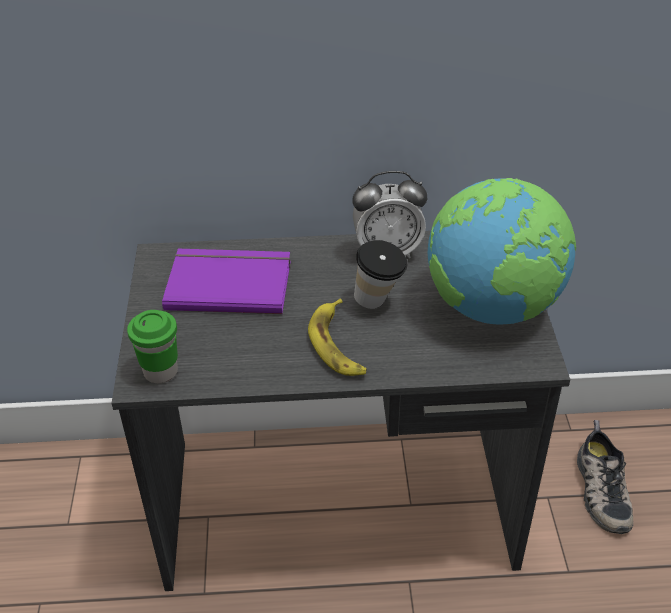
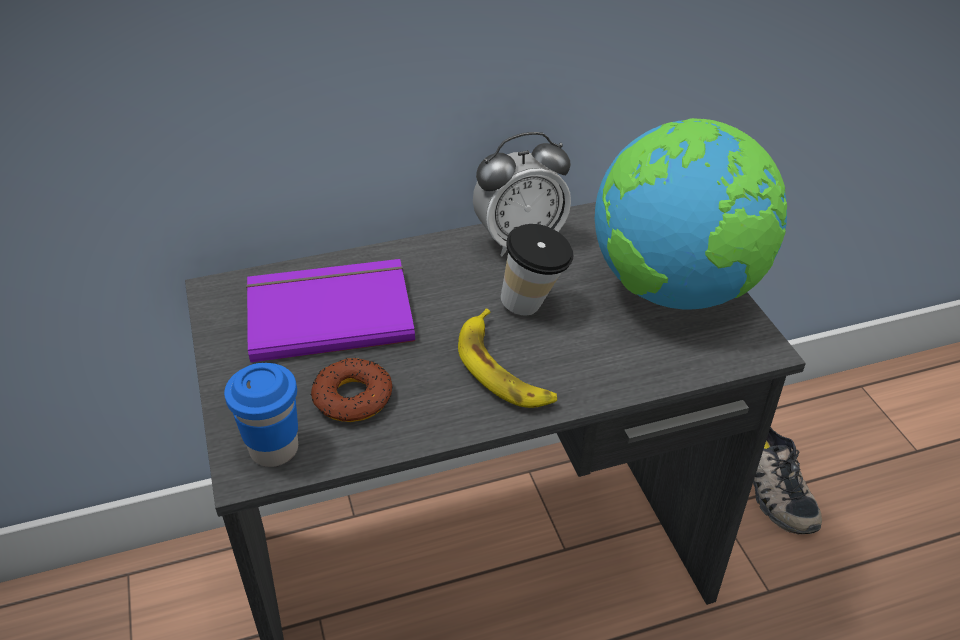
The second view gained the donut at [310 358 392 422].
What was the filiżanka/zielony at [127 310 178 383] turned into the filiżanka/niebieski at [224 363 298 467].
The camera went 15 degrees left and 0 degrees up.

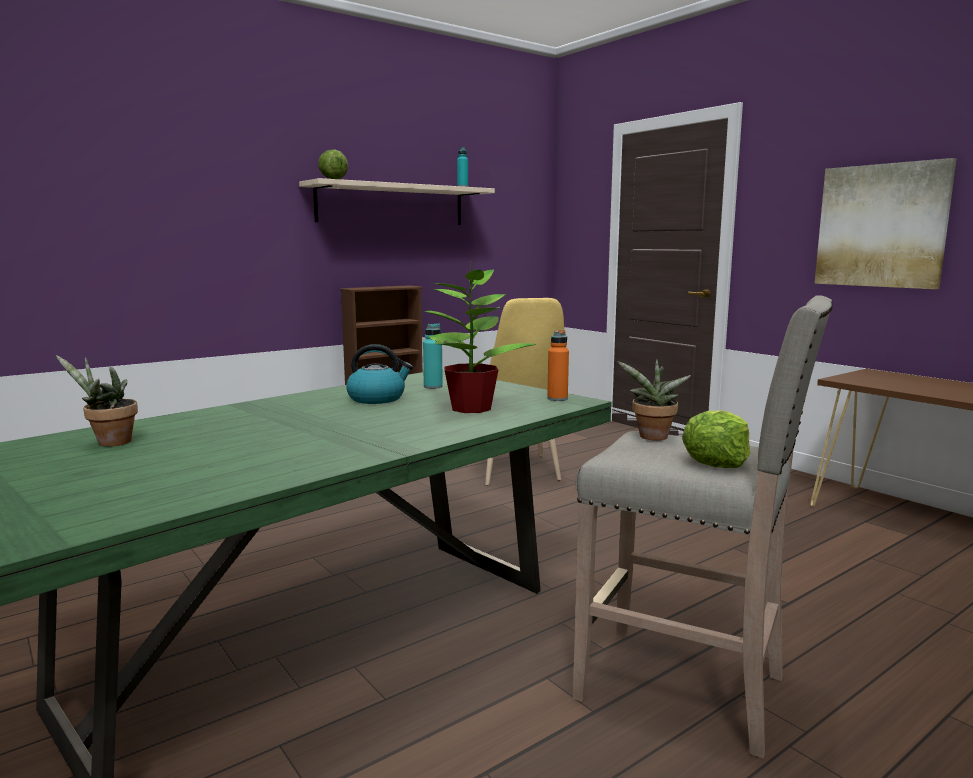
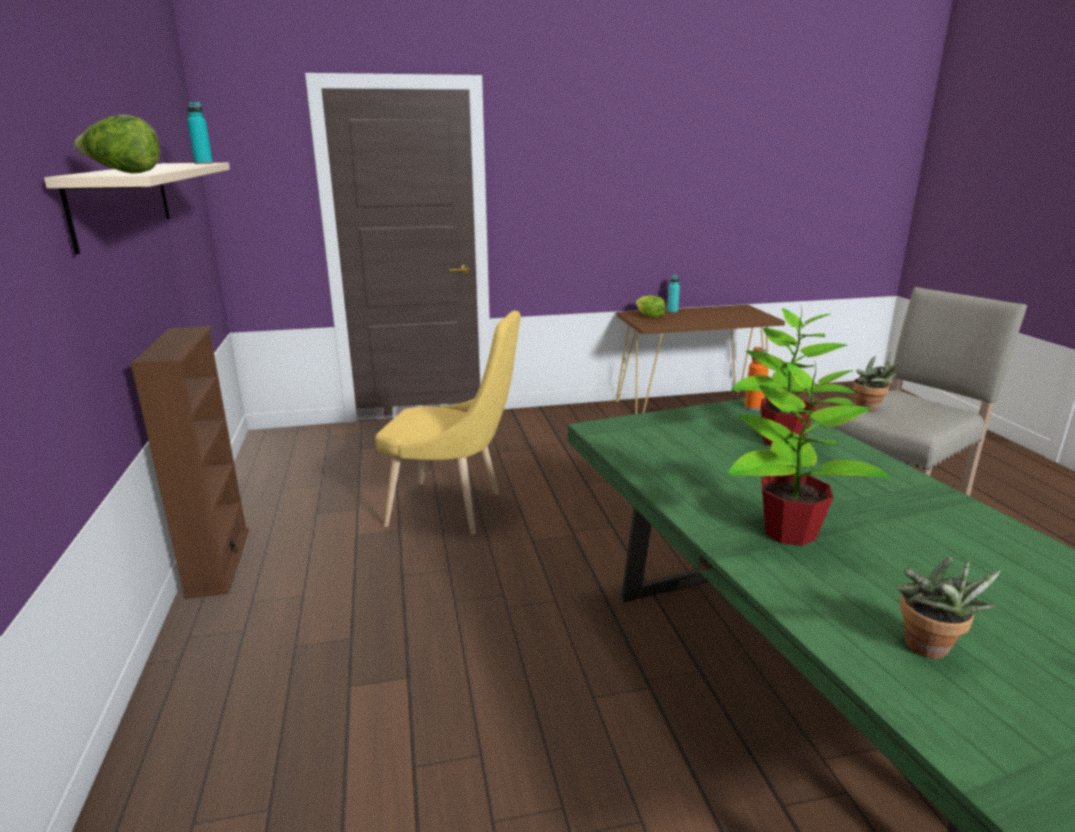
The second view lost the czajnik at [346 344 413 404].
The second view lost the obraz at [815 158 956 289].
The second view gained the roślina doniczkowa at [728 361 891 546].
The butelka/turkusowy ended up elsewhere, having gone from [423 323 443 389] to [667 275 680 313].
The sałata ended up elsewhere, having gone from [682 411 751 468] to [636 295 665 318].
The camera went 65 degrees left and 10 degrees up.

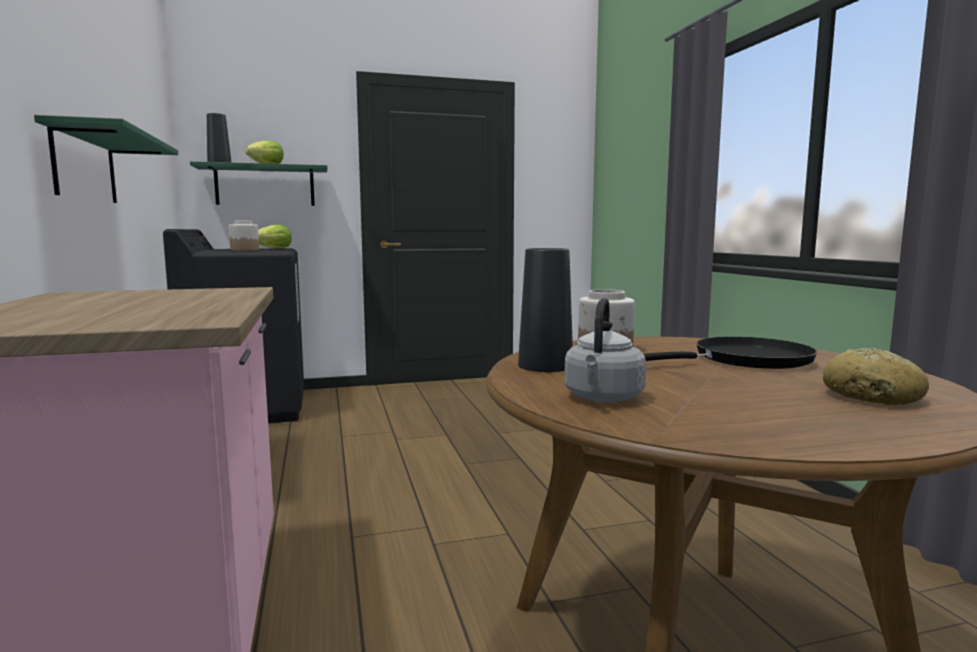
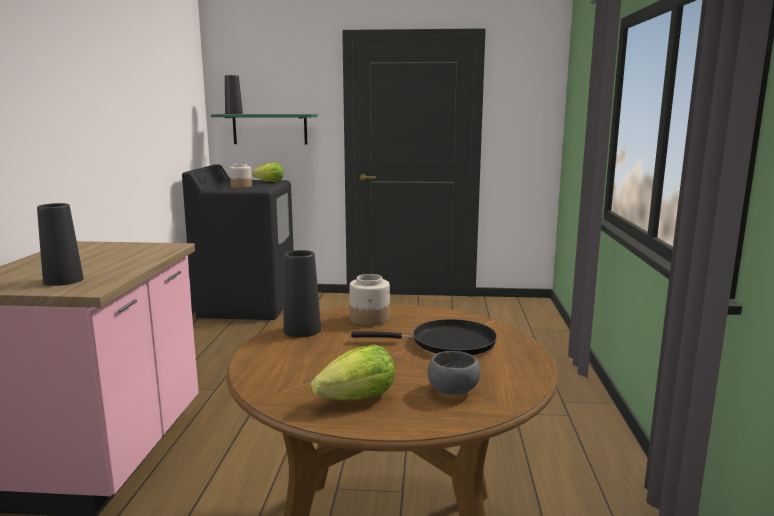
The second view lost the półka/zielony at [34 115 178 203].
The second view lost the czajnik/szary at [564 298 646 402].
The second view gained the wazon/czarny at [37 203 84 286].
The sałata ended up elsewhere, having gone from [245 140 284 164] to [311 345 395 400].
Where the chleb stood at [823 348 929 405], the miska/szary came to stand at [428 351 481 395].
The camera went 20 degrees right and 5 degrees up.

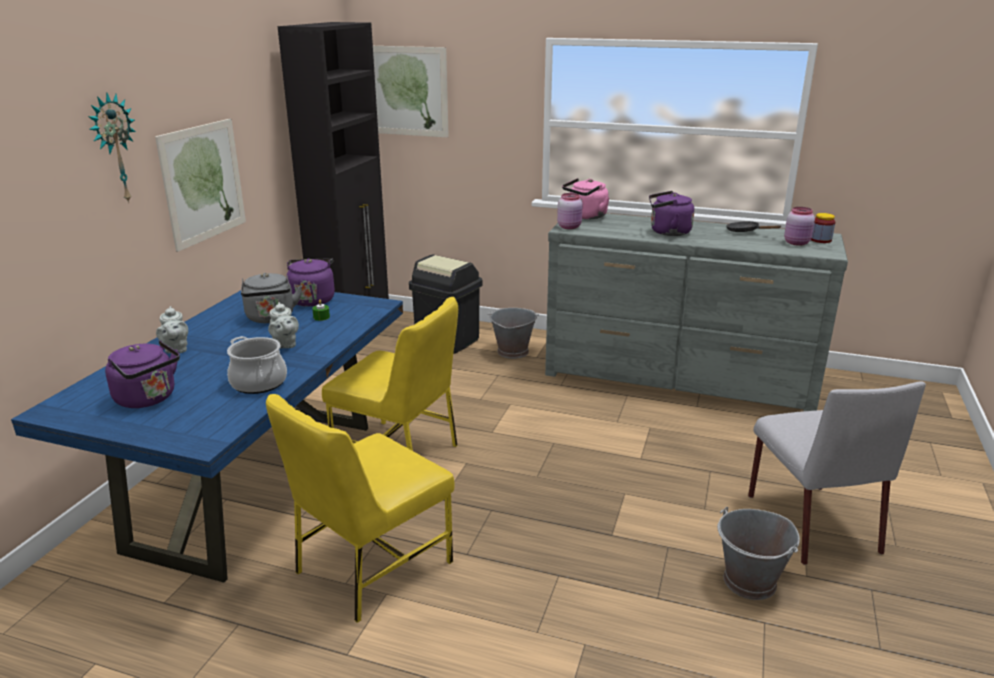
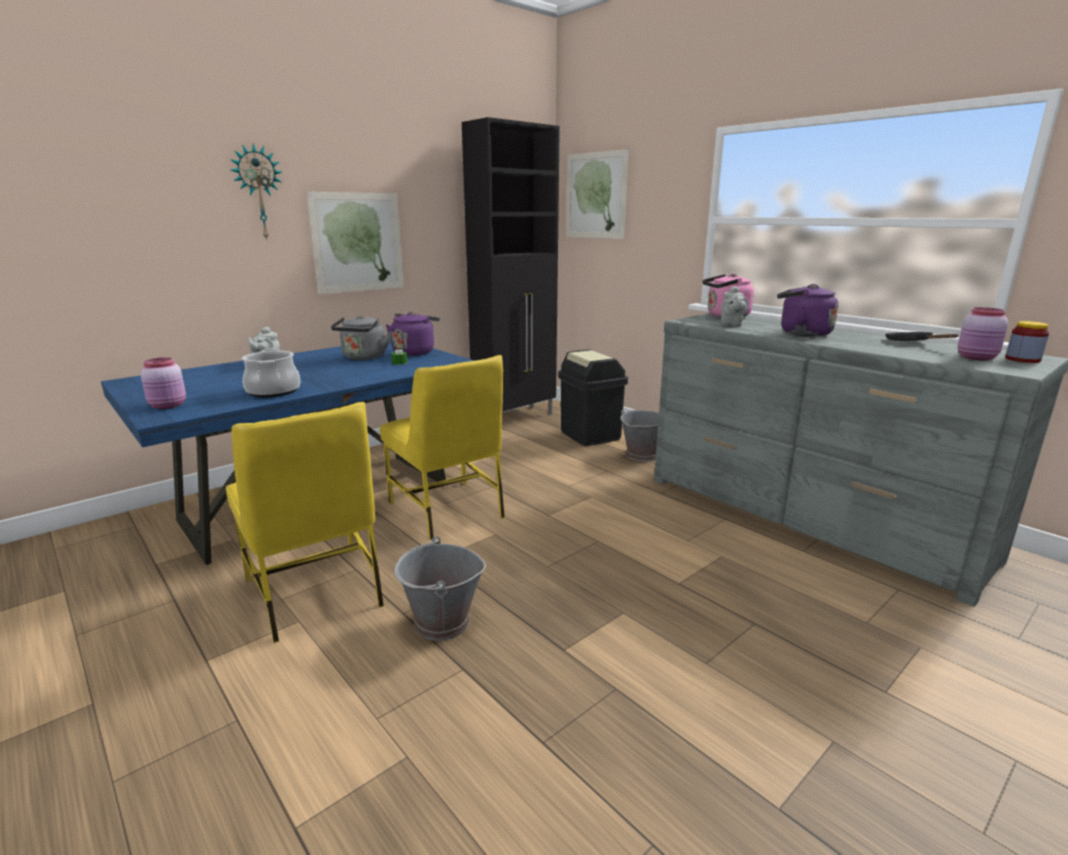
The second view lost the czajnik/fioletowy at [105 341 180 408].
The second view lost the krzesło/szary at [748 381 926 565].
The imbryk/szary ended up elsewhere, having gone from [268 302 299 348] to [721 286 749 326].
The słoik/różowy ended up elsewhere, having gone from [557 193 583 229] to [141 357 186 409].
The wiadro/szary ended up elsewhere, having gone from [717 507 800 600] to [394 536 486 641].
The krzesło/żółty at [266 394 455 623] ended up facing another way, 105 degrees counterclockwise from before.
The camera went 30 degrees right and 5 degrees down.

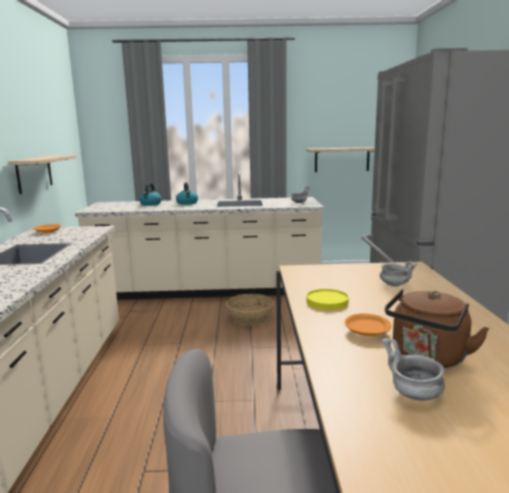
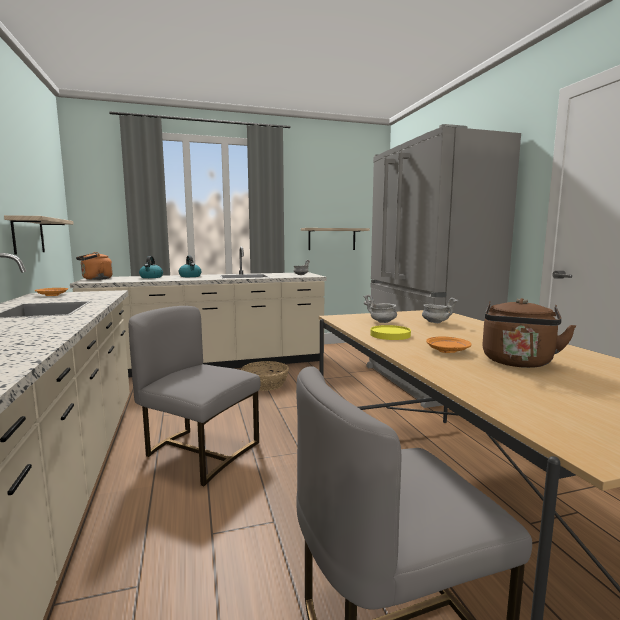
The second view gained the czajnik/pomarańczowy at [76 252 113 280].
The second view gained the krzesło/szary at [129 306 260 486].
The miska/szary ended up elsewhere, having gone from [382 338 445 401] to [363 294 397 323].
The camera went 15 degrees left and 5 degrees down.

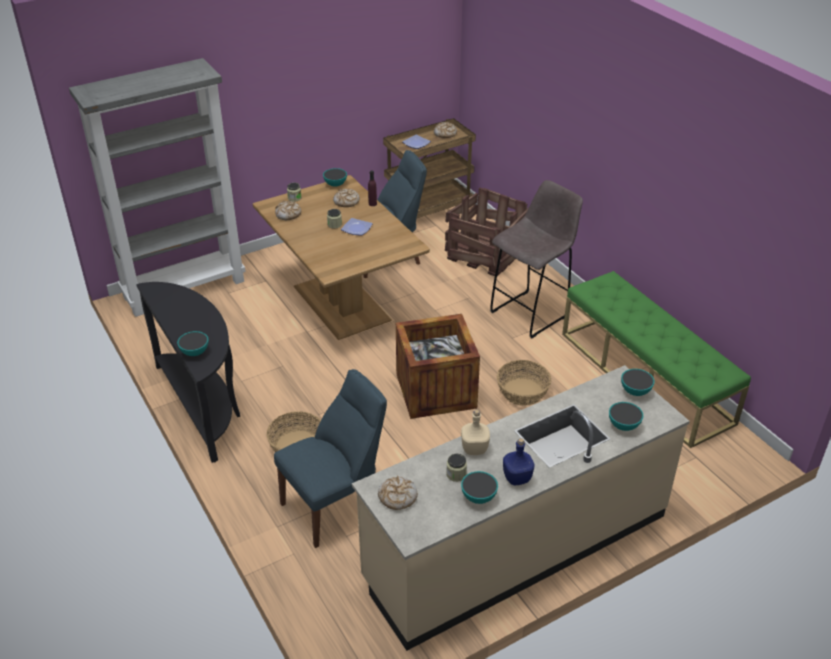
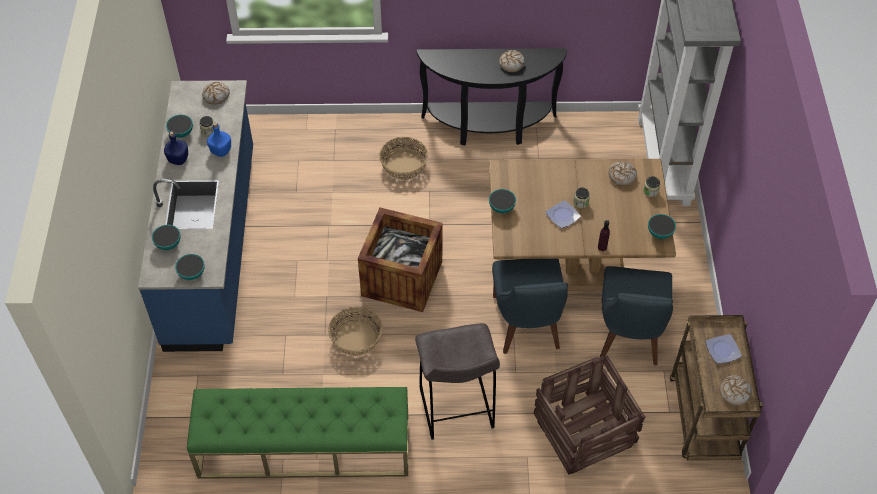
The miska ended up elsewhere, having gone from [177 331 208 356] to [489 189 516 213].
The krzesło/niebieski ended up elsewhere, having gone from [274 369 387 548] to [492 259 568 354].
The chleb ended up elsewhere, having gone from [333 188 360 207] to [499 50 525 72].
What was the zabudowa kuchenna/beżowy at [352 365 690 651] turned into the zabudowa kuchenna/niebieski at [138 80 253 352].
What was the butelka/beżowy at [461 410 490 455] turned into the butelka/niebieski at [207 123 231 157].
The camera went 120 degrees right and 15 degrees up.

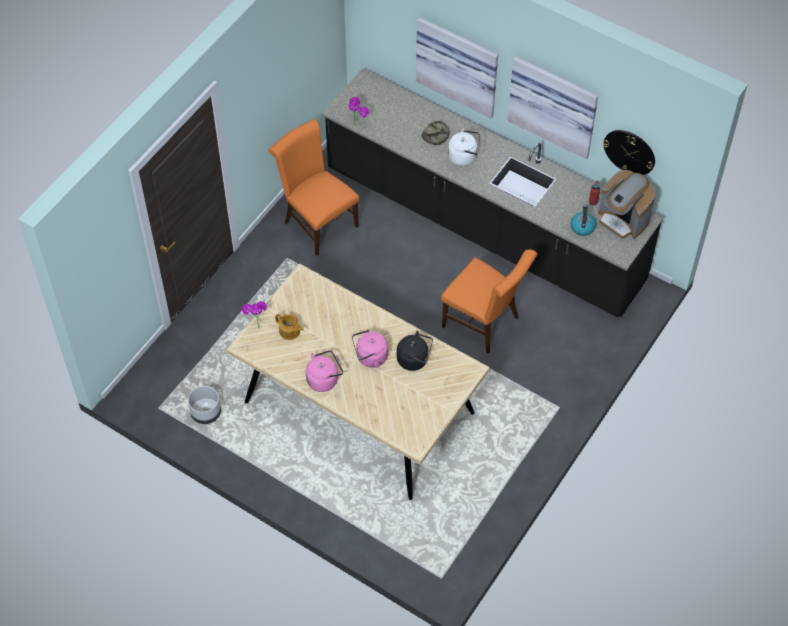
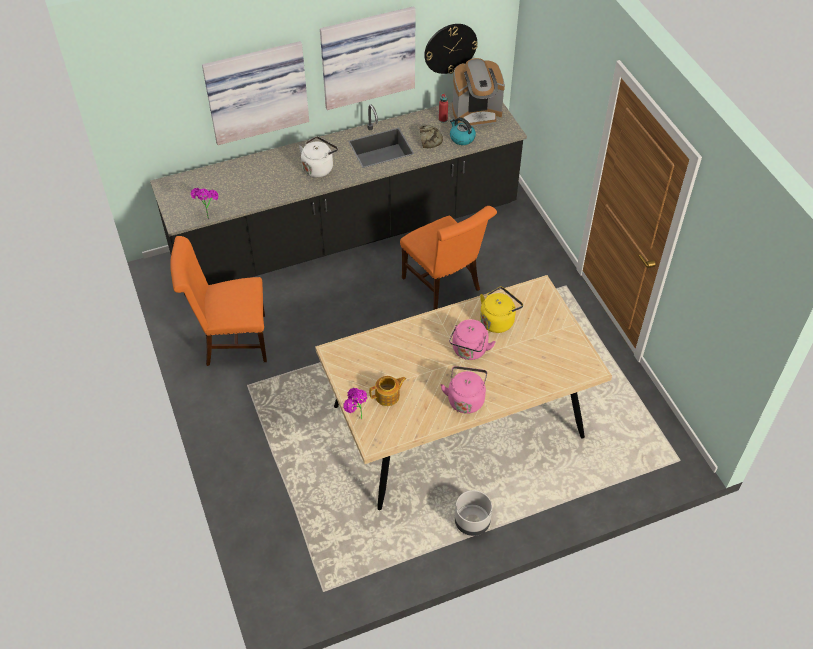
The donica/szary ended up elsewhere, having gone from [188 386 221 424] to [455 490 492 536].
The chleb ended up elsewhere, having gone from [422 121 450 145] to [420 125 443 148].
What was the czajnik/czarny at [397 330 433 371] turned into the czajnik/żółty at [480 287 523 333].
The krzesło/pomarańczowy at [441 250 537 353] ended up facing another way, 75 degrees clockwise from before.
The camera went 55 degrees left and 5 degrees down.

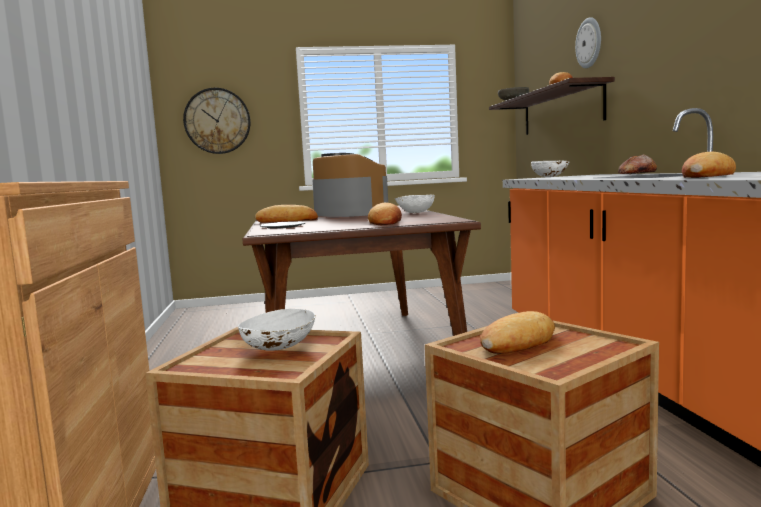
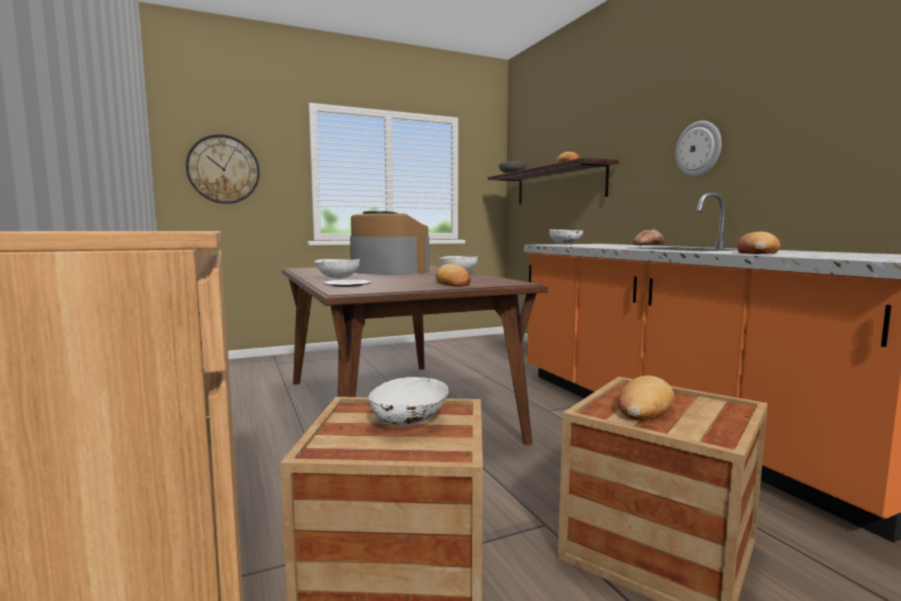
The zegar ścienny ended up elsewhere, having gone from [575 17 601 68] to [675 121 722 177].
Where the chleb stood at [255 205 318 223], the miska/biały came to stand at [314 259 360 279].
The camera went 15 degrees left and 0 degrees up.

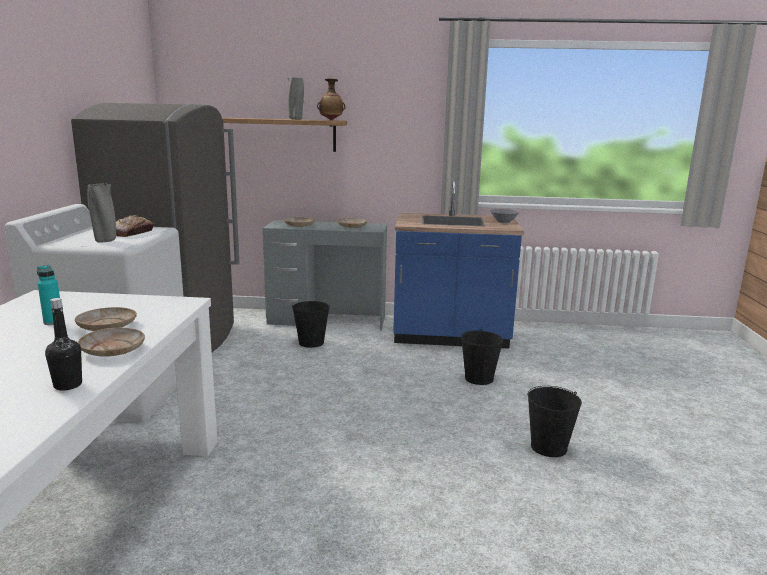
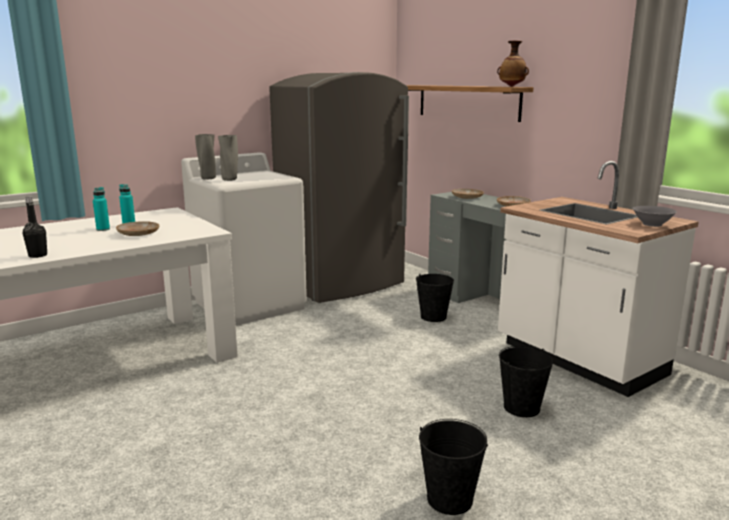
The second view lost the talerz/beżowy at [78 328 145 357].
The second view lost the chleb at [116 215 154 237].
The second view gained the butelka/turkusowy at [93 187 110 231].
The wazon/szary ended up elsewhere, having gone from [287 78 304 120] to [195 134 216 180].
What was the zabudowa kuchenna/niebieski at [393 179 524 349] turned into the zabudowa kuchenna/biały at [498 161 699 397].
The camera went 50 degrees right and 0 degrees up.

